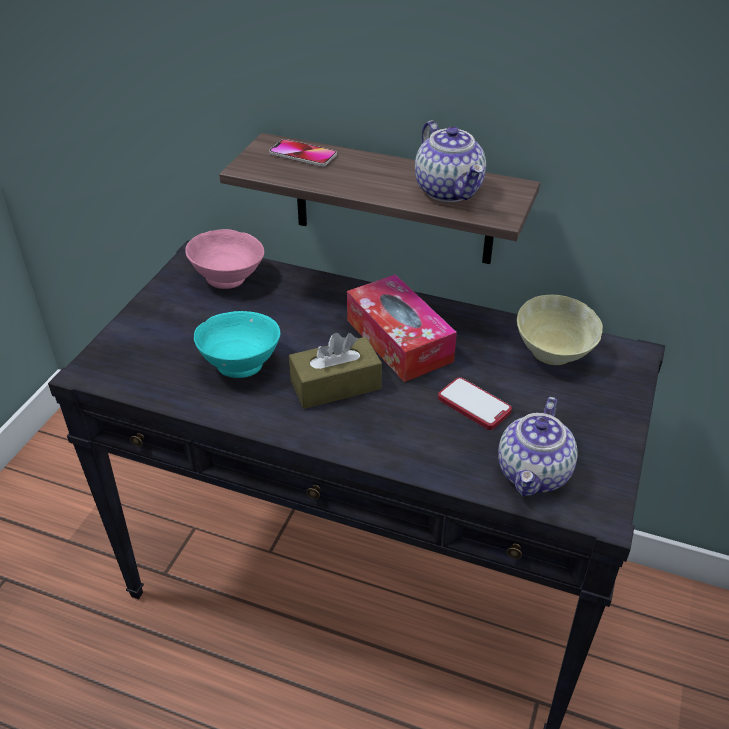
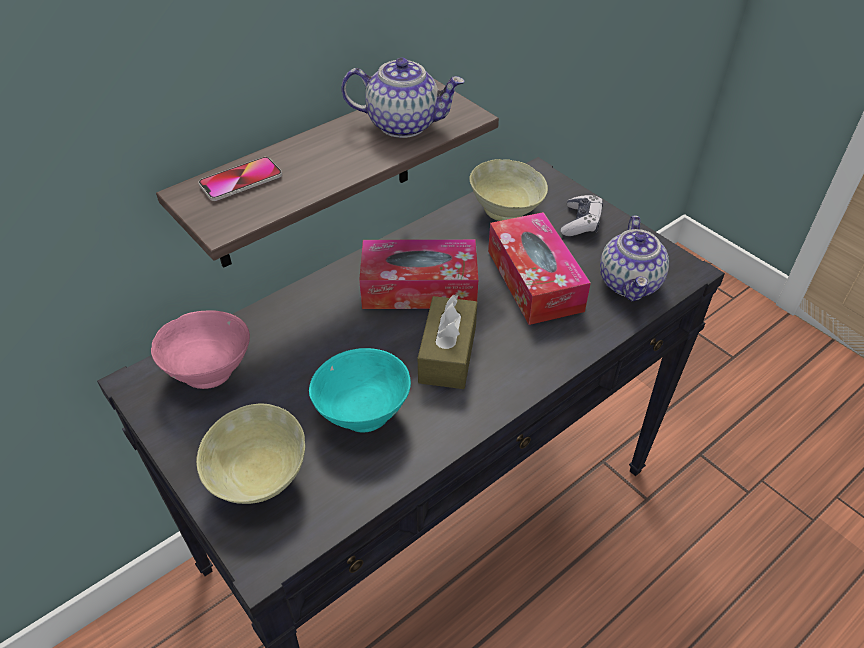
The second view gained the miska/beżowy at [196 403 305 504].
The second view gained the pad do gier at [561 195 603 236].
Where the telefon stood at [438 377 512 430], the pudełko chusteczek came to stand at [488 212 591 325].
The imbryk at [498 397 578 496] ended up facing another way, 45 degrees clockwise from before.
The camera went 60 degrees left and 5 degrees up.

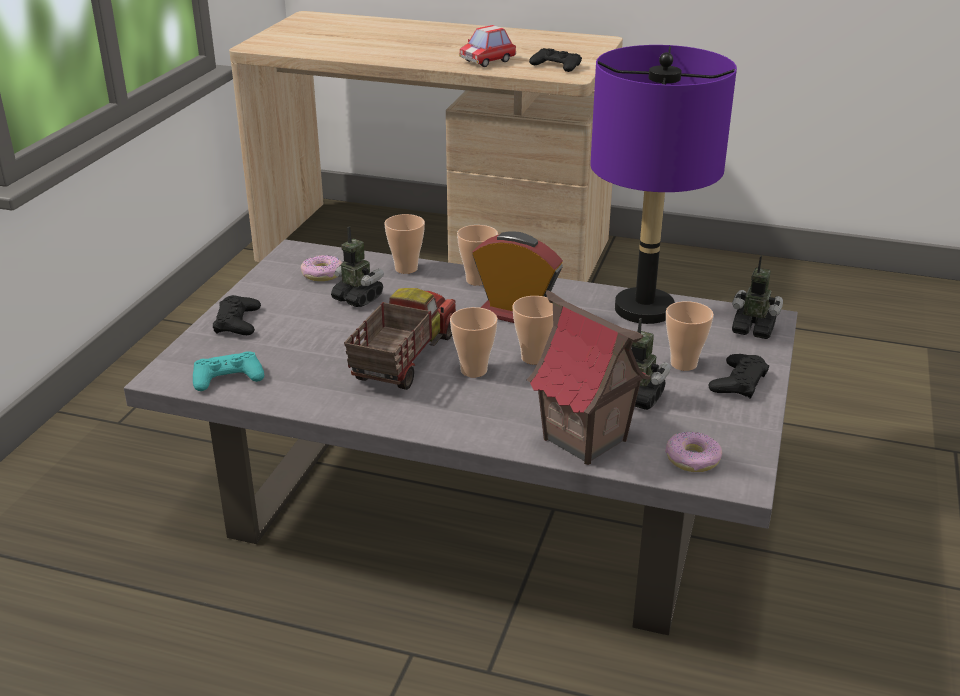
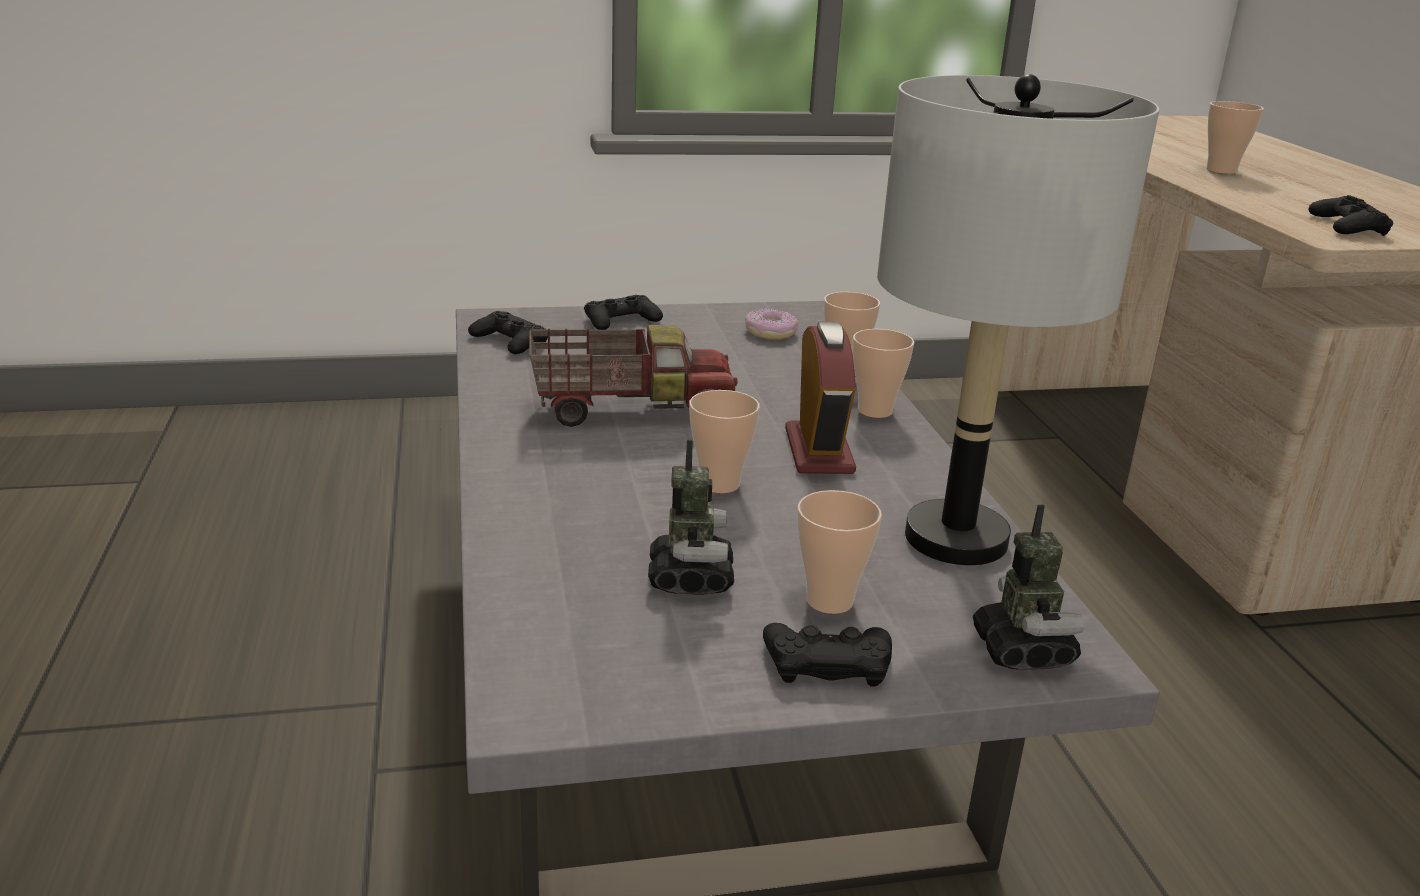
The second view lost the robot zabawkowy at [331 226 384 307].
The second view lost the samochodzik at [459 25 516 67].
The second view lost the domek at [527 290 651 465].
The second view lost the donut at [665 432 722 472].
The filiżanka ended up elsewhere, having gone from [450 307 498 378] to [1207 101 1264 174].
What was the pad do gier/turkusowy at [193 352 264 391] turned into the pad do gier/czarny at [468 311 548 354].
What was the lampa stołowa/fioletowy at [590 45 737 324] turned into the lampa stołowa/szary at [877 74 1160 565].
The camera went 60 degrees right and 5 degrees down.

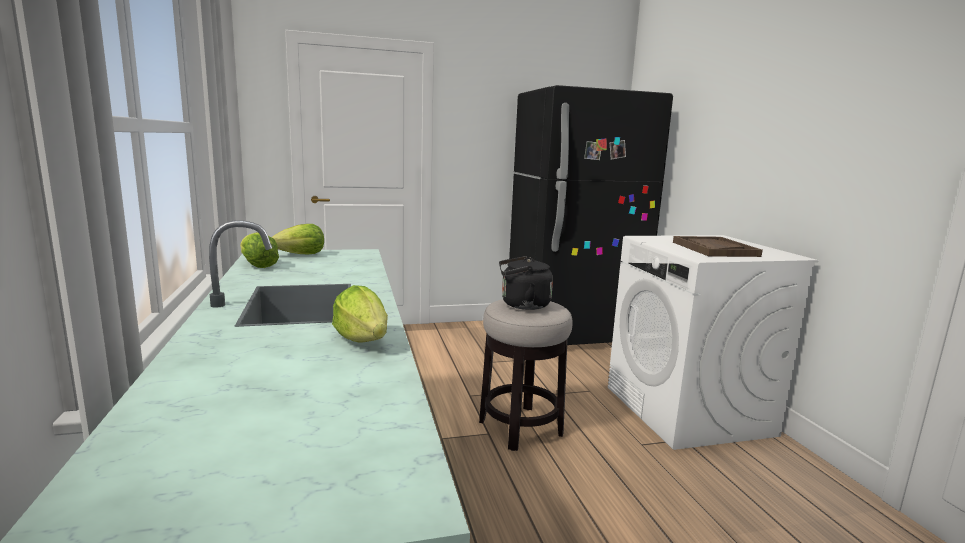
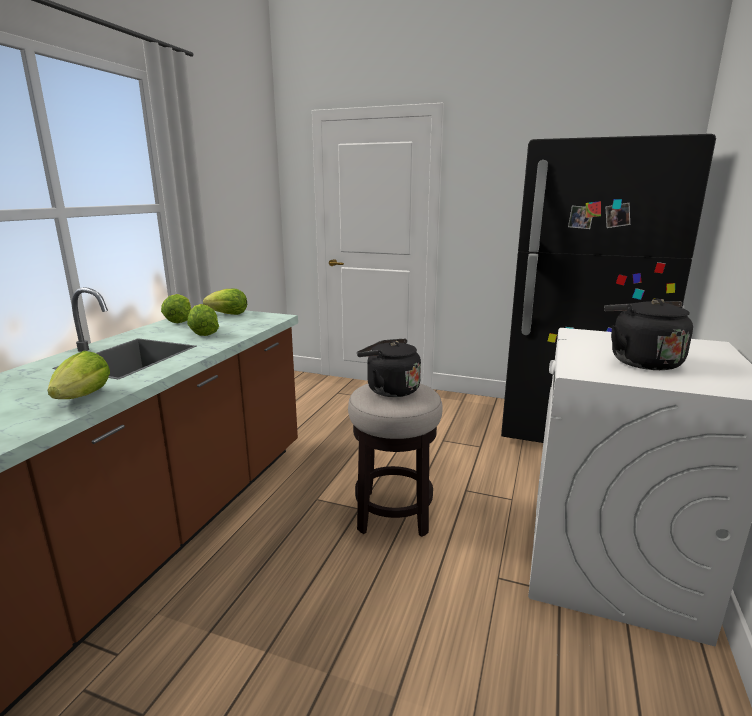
The second view gained the sałata at [187 304 219 336].
Where the taca/brązowy stood at [673 236 763 257], the czajnik/czarny came to stand at [604 299 693 370].
The camera went 35 degrees right and 5 degrees up.

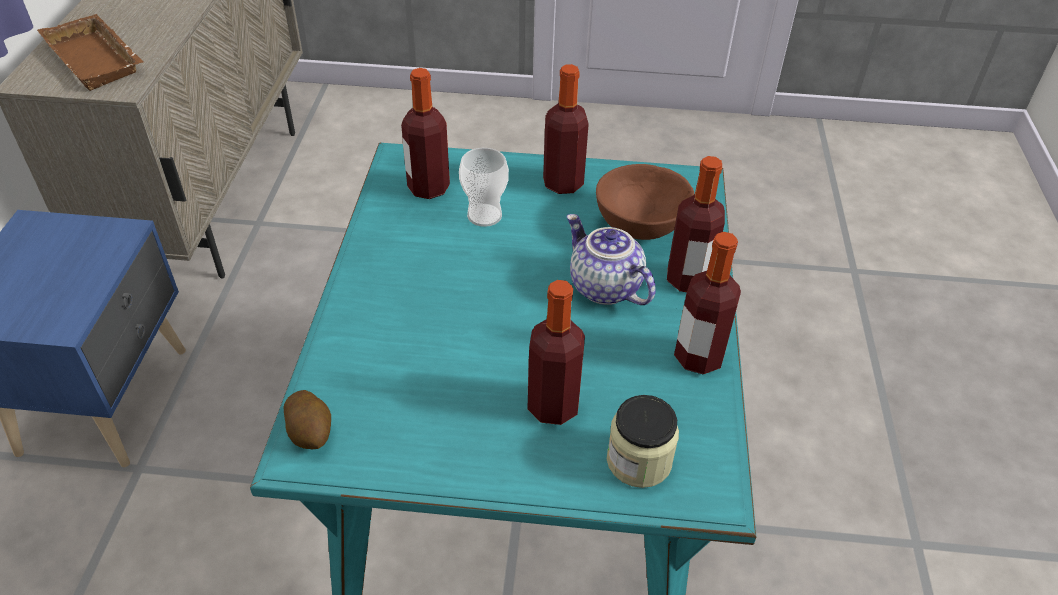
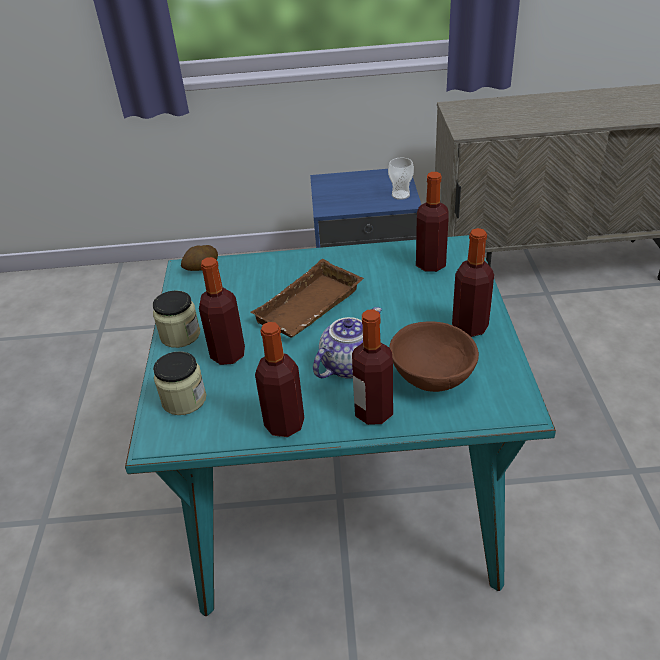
The second view gained the słoik at [153 291 200 348].
The taca/brązowy ended up elsewhere, having gone from [37 14 144 91] to [250 259 364 338].
The filiżanka ended up elsewhere, having gone from [459 148 509 227] to [388 158 414 200].
The camera went 85 degrees right and 5 degrees down.

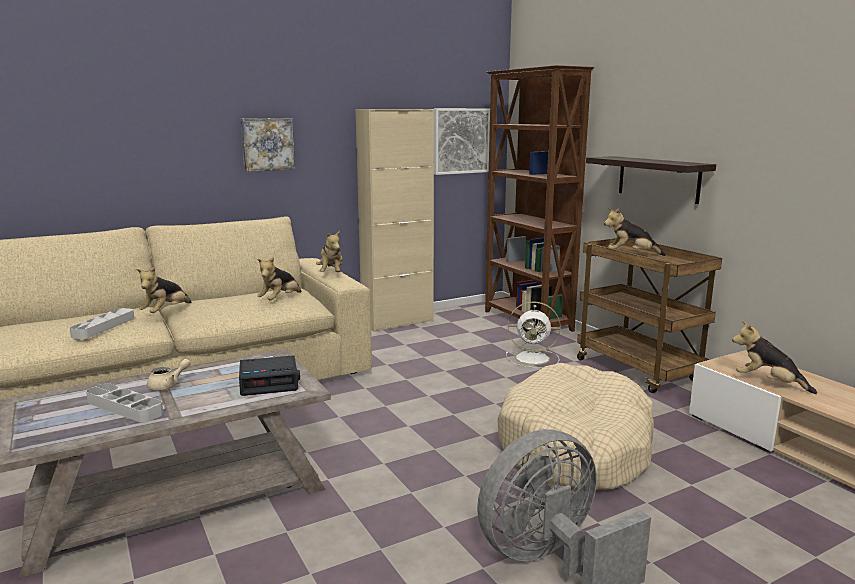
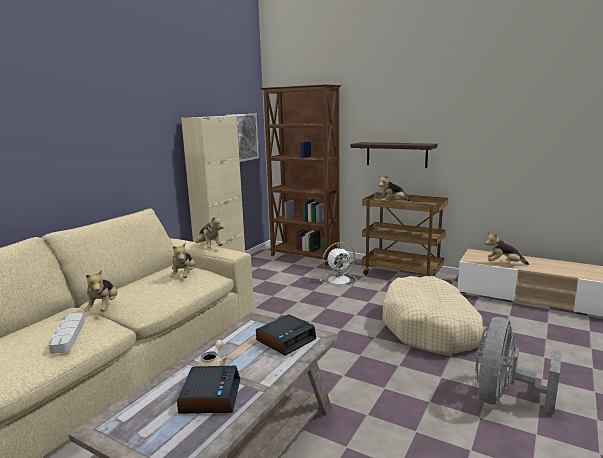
The second view lost the obraz at [241 118 295 172].
Where the taca/szary stood at [86 383 163 423], the budzik came to stand at [177 366 240 414].
The camera went 30 degrees left and 0 degrees up.

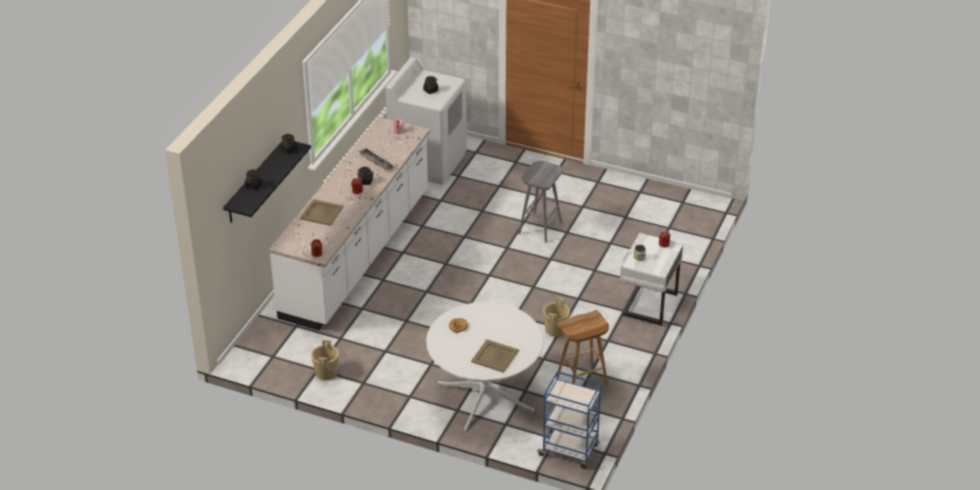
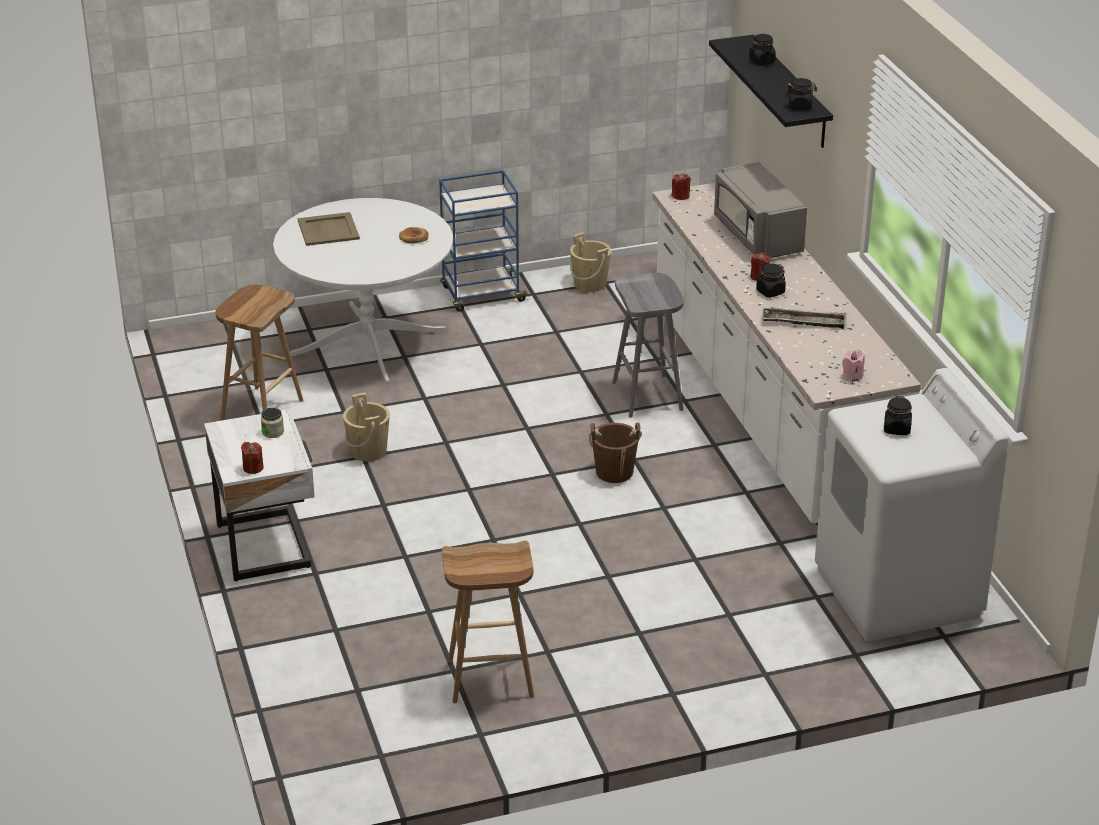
The second view gained the stołek/brązowy at [442 541 534 703].
The second view gained the wiadro/brązowy at [589 422 642 483].
The stołek/szary ended up elsewhere, having gone from [518 161 563 243] to [612 273 684 418].
The wózek/niebieski ended up elsewhere, having gone from [536 371 601 469] to [439 170 529 312].
Where the taca/beżowy stood at [300 199 343 226], the mikrofalówka/szary came to stand at [714 162 807 258].
The camera went 140 degrees right and 5 degrees down.

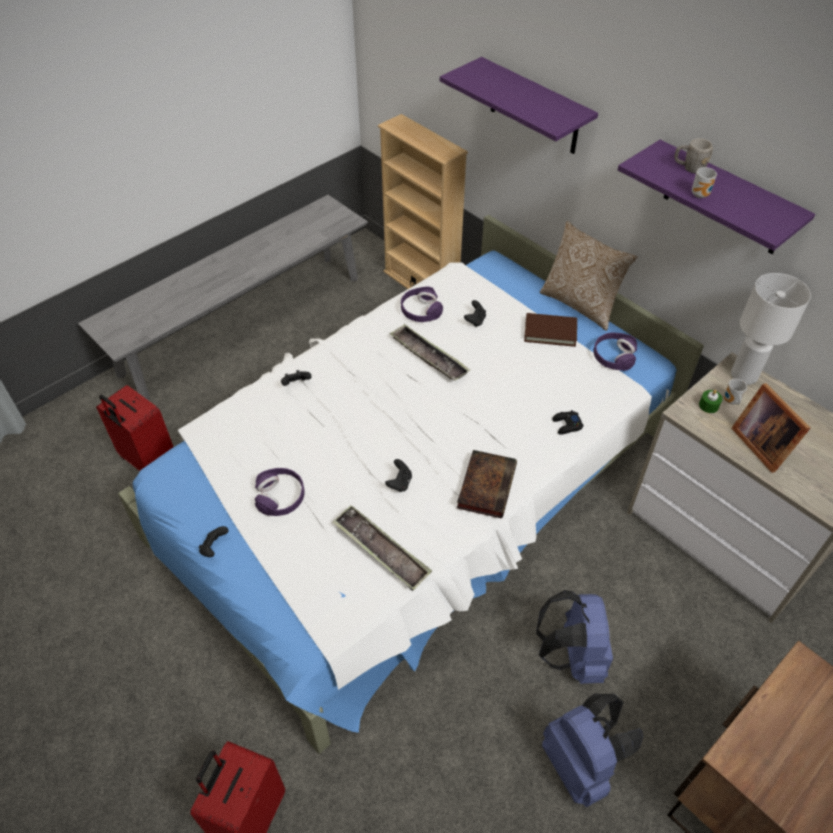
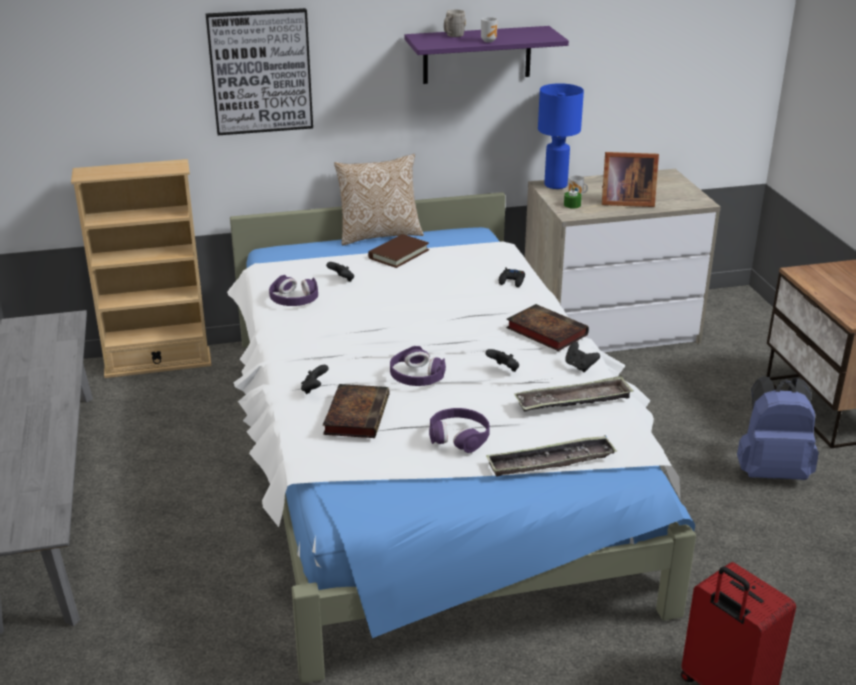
The second view lost the walizka/czerwony at [96 385 173 471].
The second view lost the plecak/niebieski at [536 590 613 684].
The second view gained the książka at [323 384 390 438].
The pad do gier/czarny ended up elsewhere, having gone from [199 526 229 557] to [565 342 600 372].
The taca ended up elsewhere, having gone from [390 324 470 380] to [486 435 617 476].
The słuchawki/fioletowy ended up elsewhere, having gone from [594 332 637 371] to [390 346 446 386].
Where the półka/fioletowy hung at [440 57 598 154], the obraz came to hang at [206 8 313 135].
What was the lampa stołowa/biały at [731 273 811 385] turned into the lampa stołowa/niebieski at [538 83 584 189].
The camera went 60 degrees left and 20 degrees down.

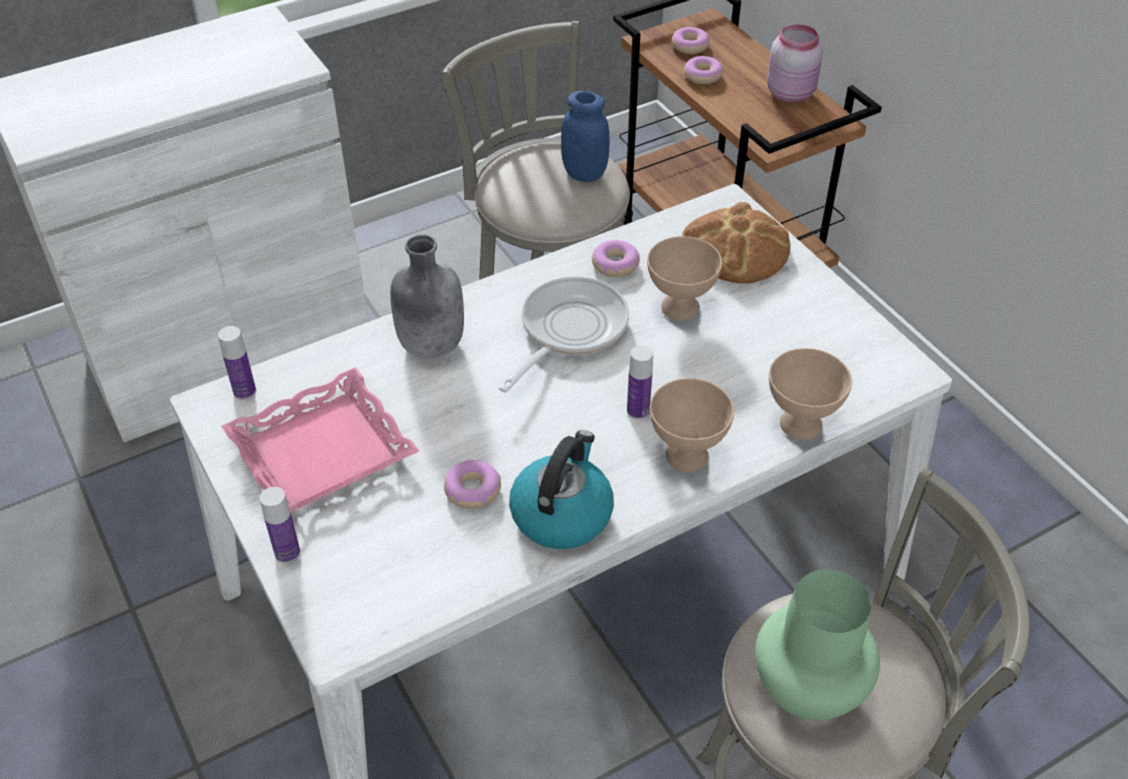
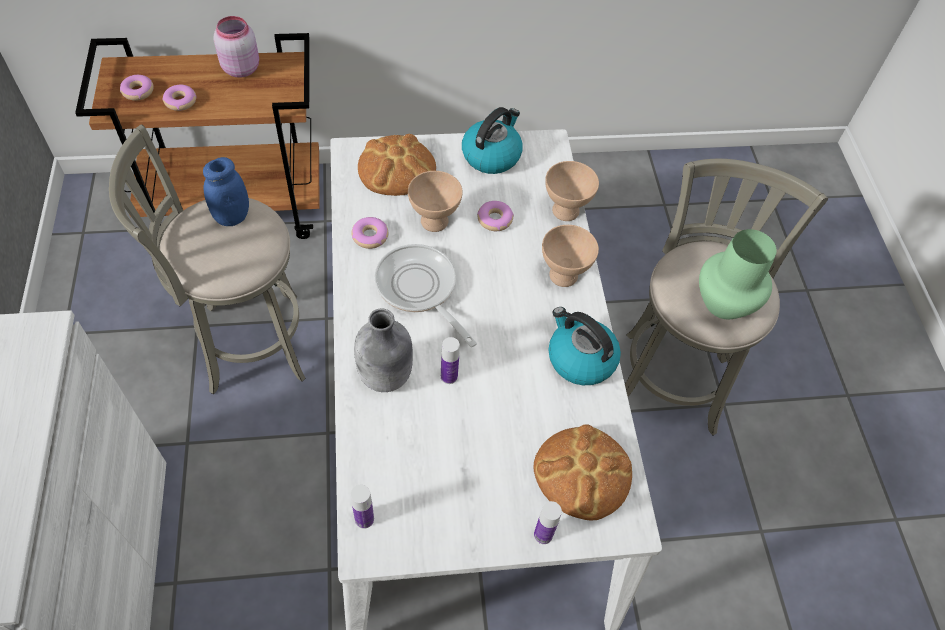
The second view lost the taca/różowy at [221 367 419 512].
The second view gained the czajnik at [462 107 523 174].
The second view gained the chleb at [533 424 632 521].
The donut ended up elsewhere, having gone from [444 460 501 509] to [477 201 514 231].
The butelka ended up elsewhere, having gone from [627 345 653 420] to [441 337 460 384].
The camera went 70 degrees left and 10 degrees up.

